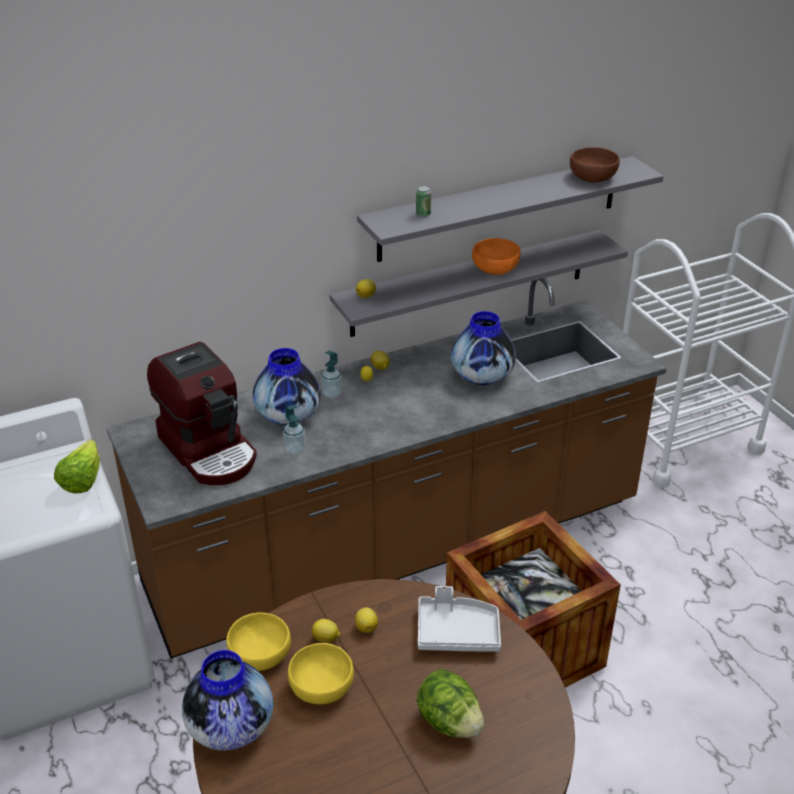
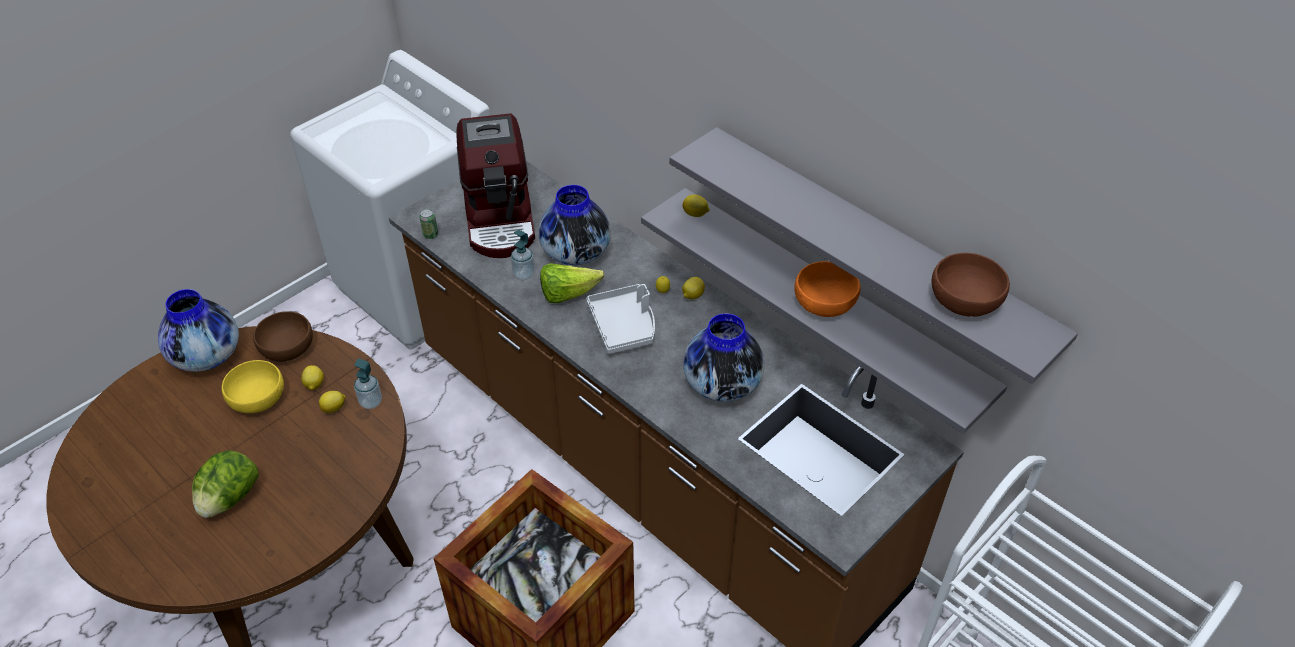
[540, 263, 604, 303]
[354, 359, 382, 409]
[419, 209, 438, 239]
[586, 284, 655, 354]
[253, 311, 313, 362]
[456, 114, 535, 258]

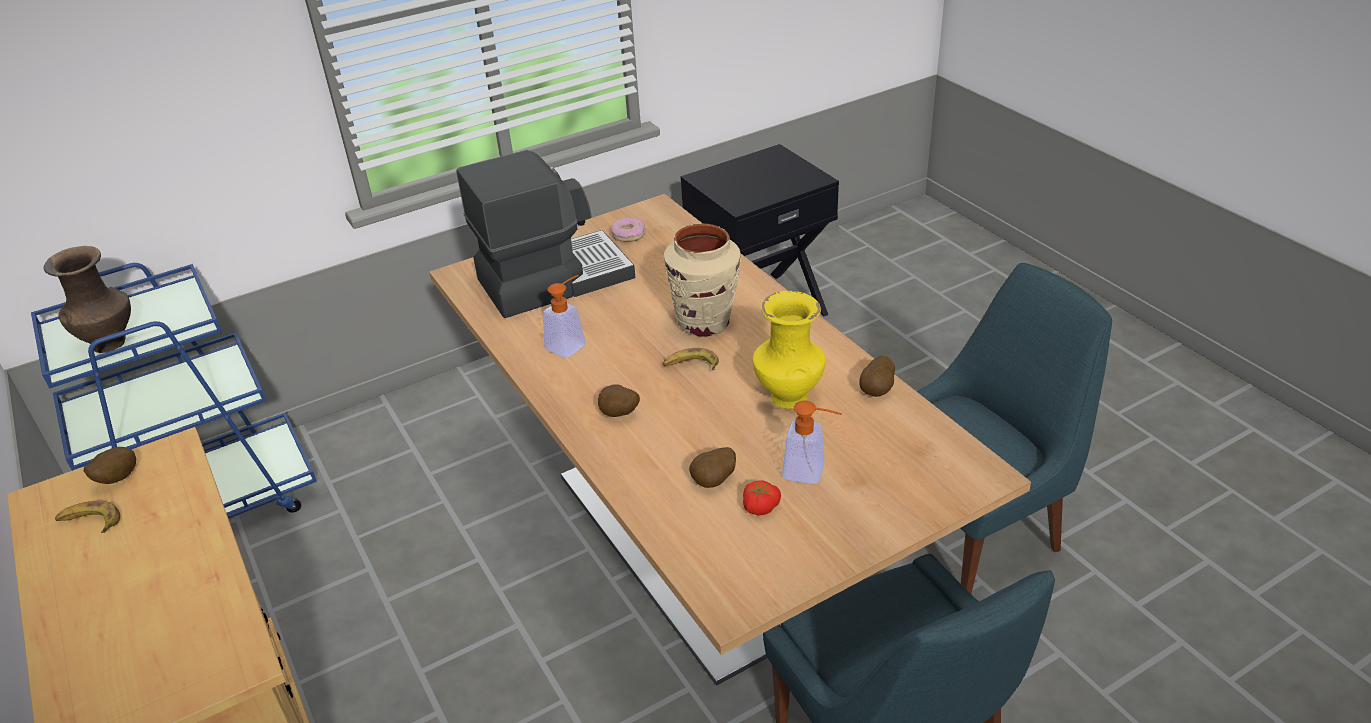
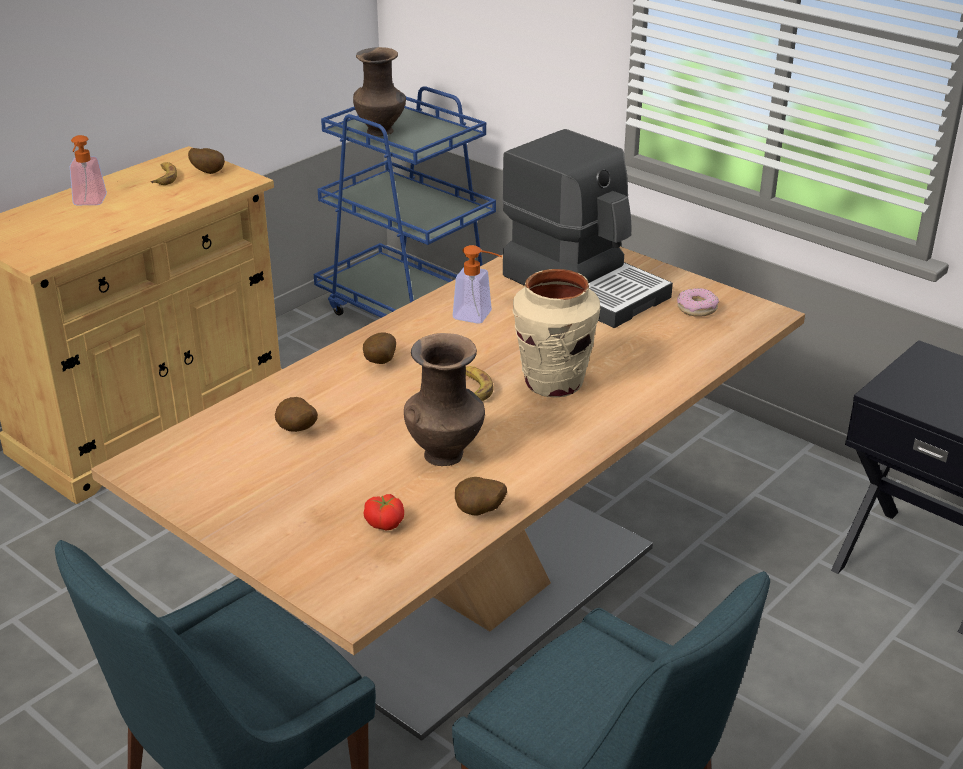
[363, 494, 404, 530]
[70, 135, 107, 205]
[404, 333, 485, 466]

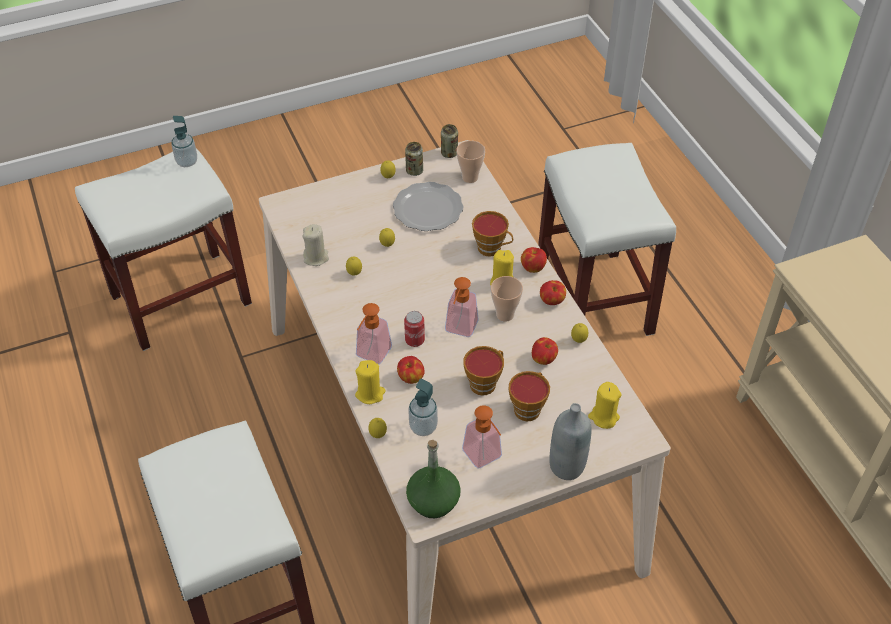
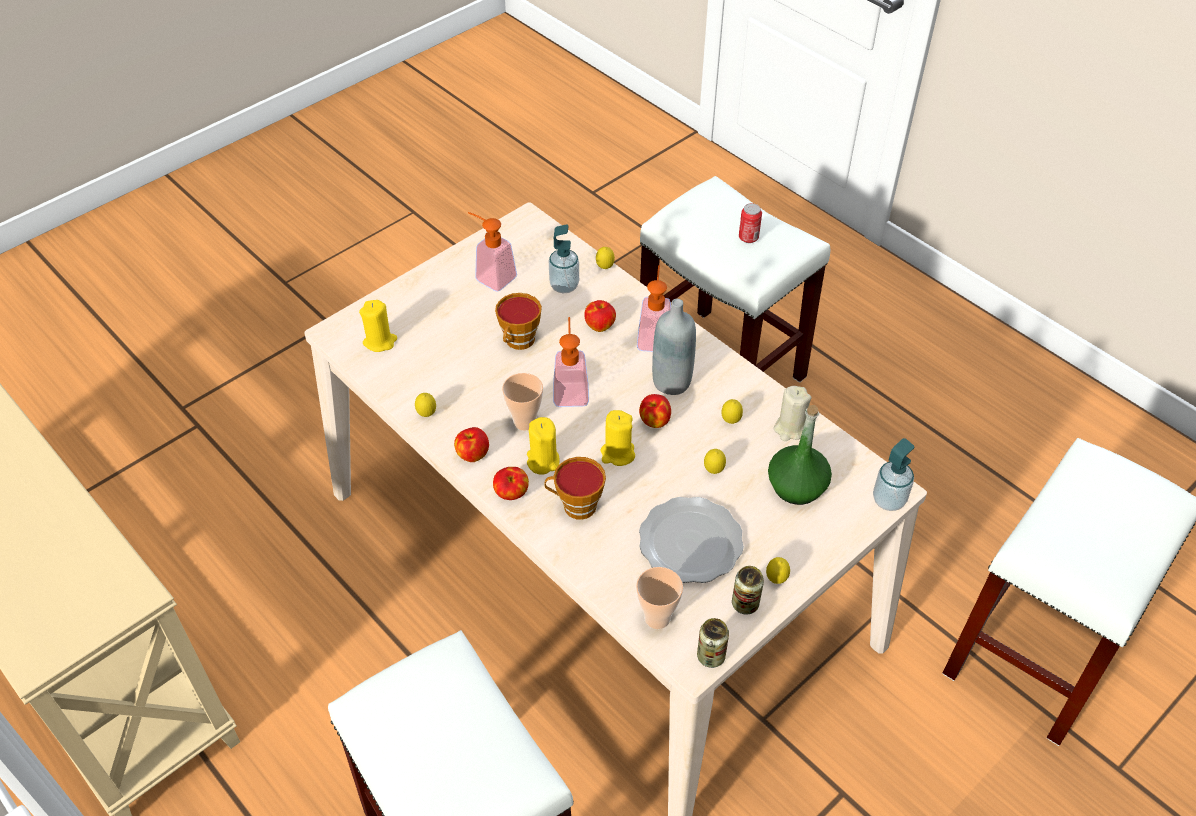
[508, 371, 550, 421] (first image)
[873, 438, 914, 511]
[600, 410, 635, 466]
[739, 203, 762, 243]
[768, 405, 832, 505]
[639, 394, 671, 428]
[652, 299, 696, 395]

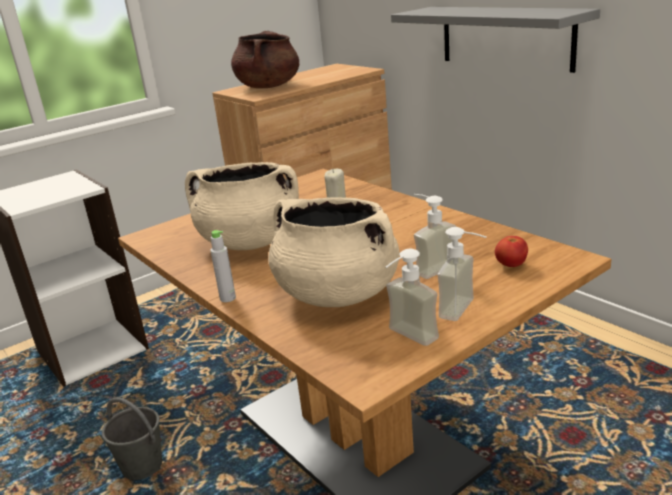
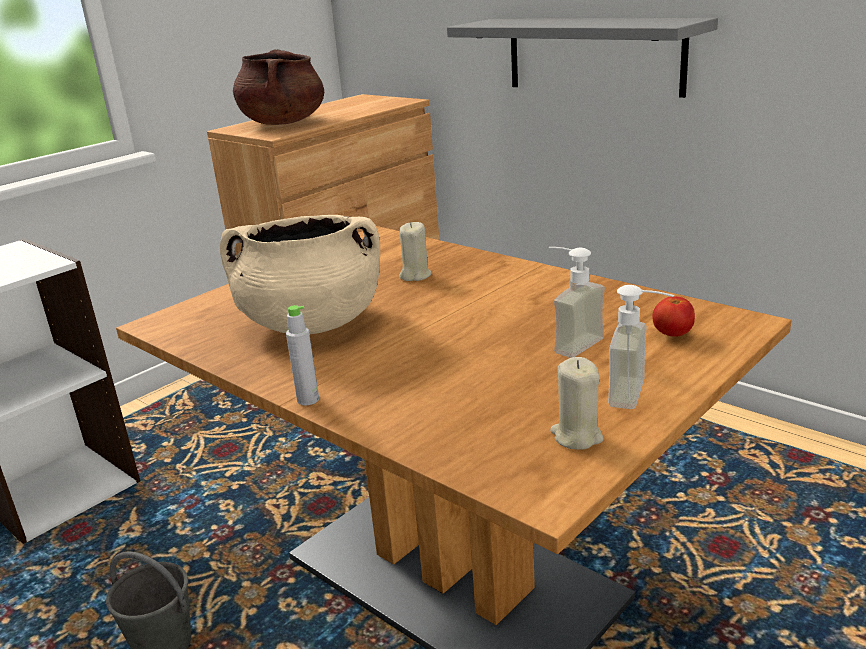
[268, 197, 400, 307] (first image)
[550, 357, 604, 449]

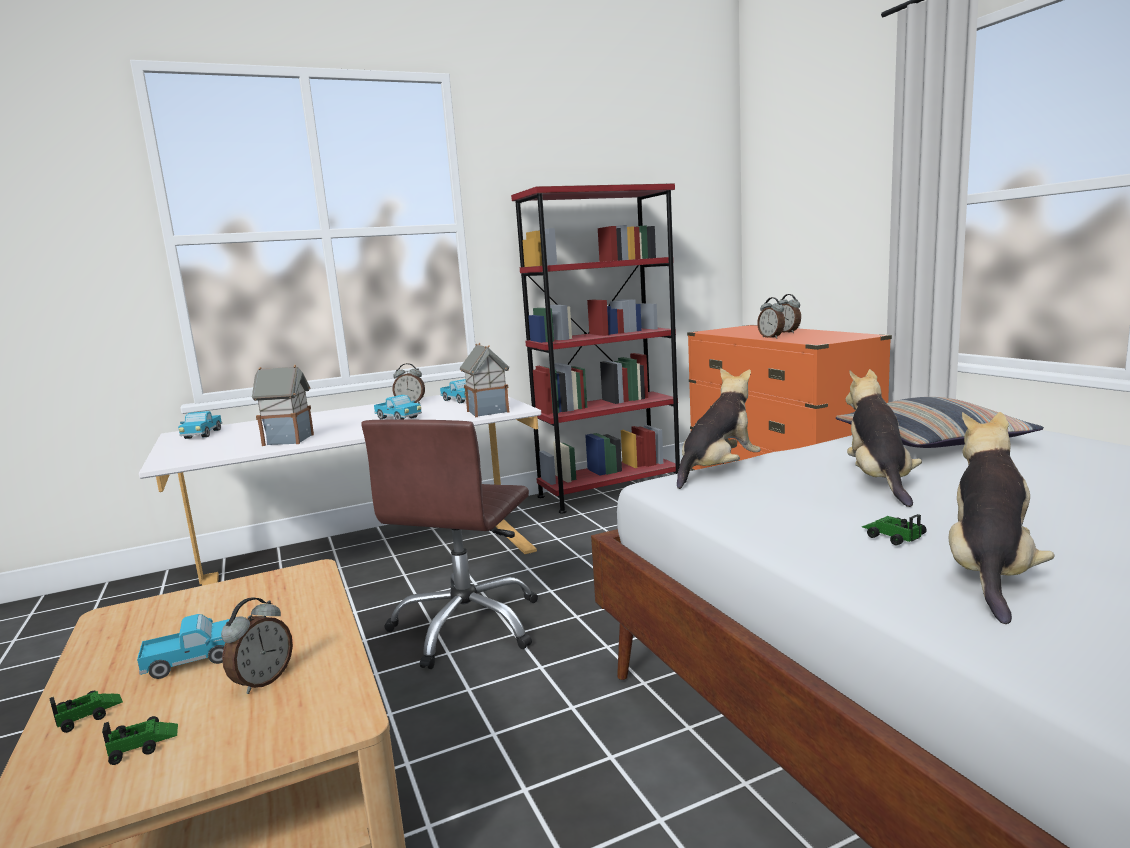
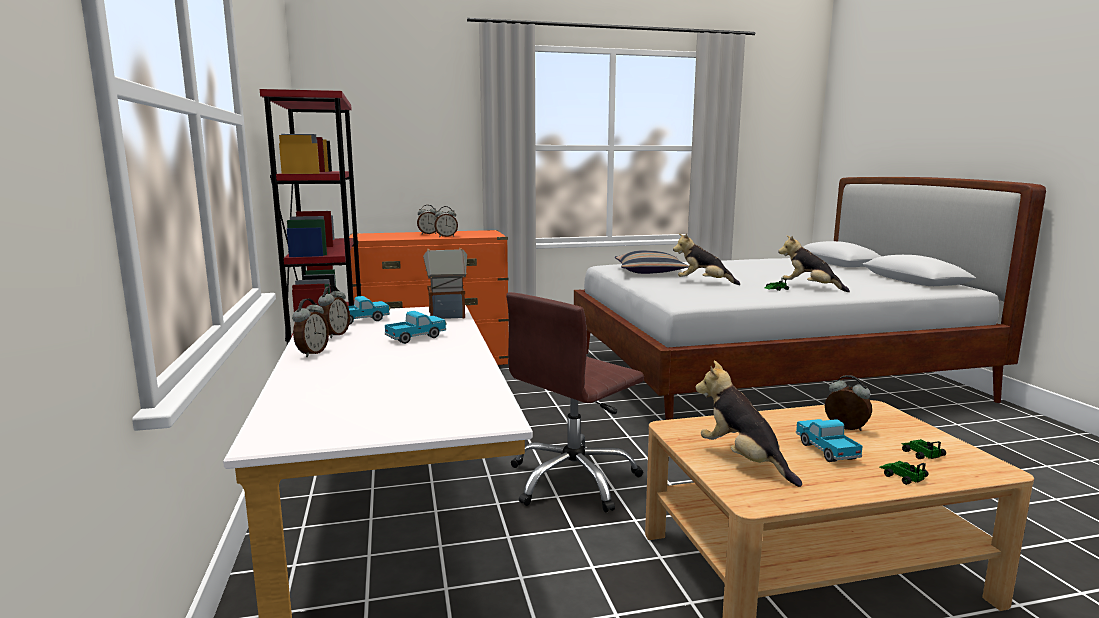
[178, 411, 222, 439] (first image)
[252, 365, 314, 446] (first image)
[292, 299, 329, 357]
[695, 361, 802, 487]
[506, 292, 644, 513]

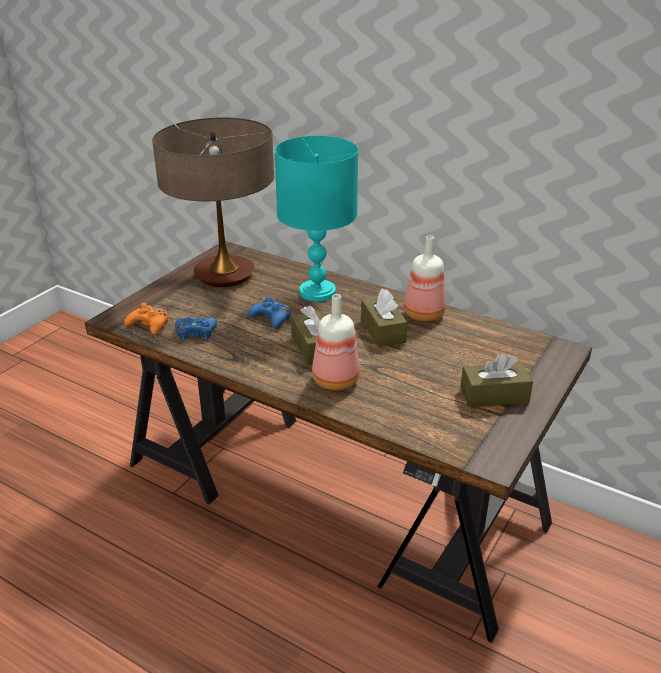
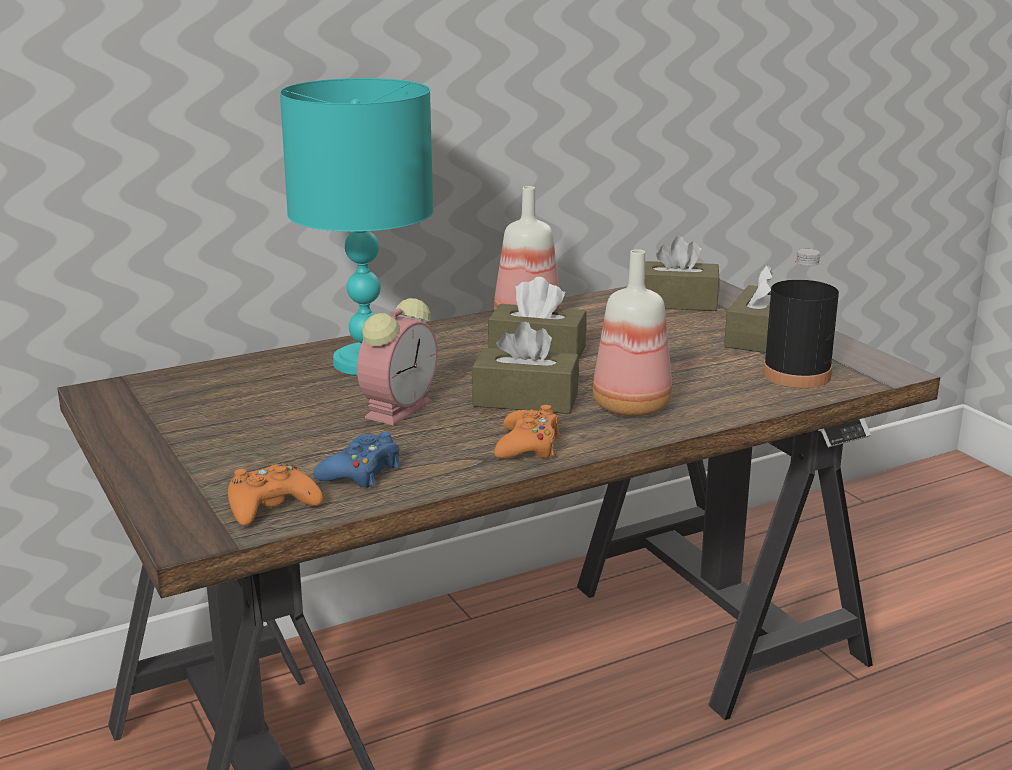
[152, 117, 274, 287] (first image)
[494, 405, 560, 458]
[645, 236, 719, 311]
[763, 249, 839, 388]
[357, 298, 438, 426]

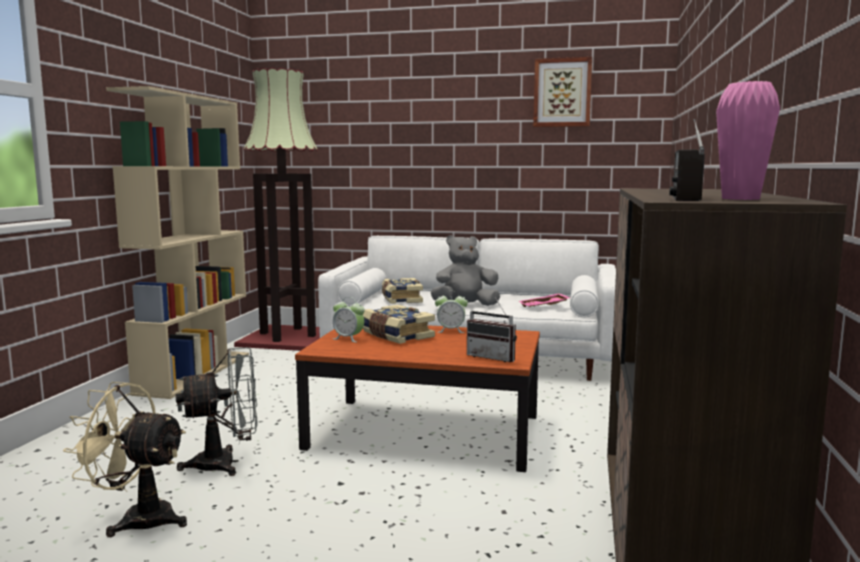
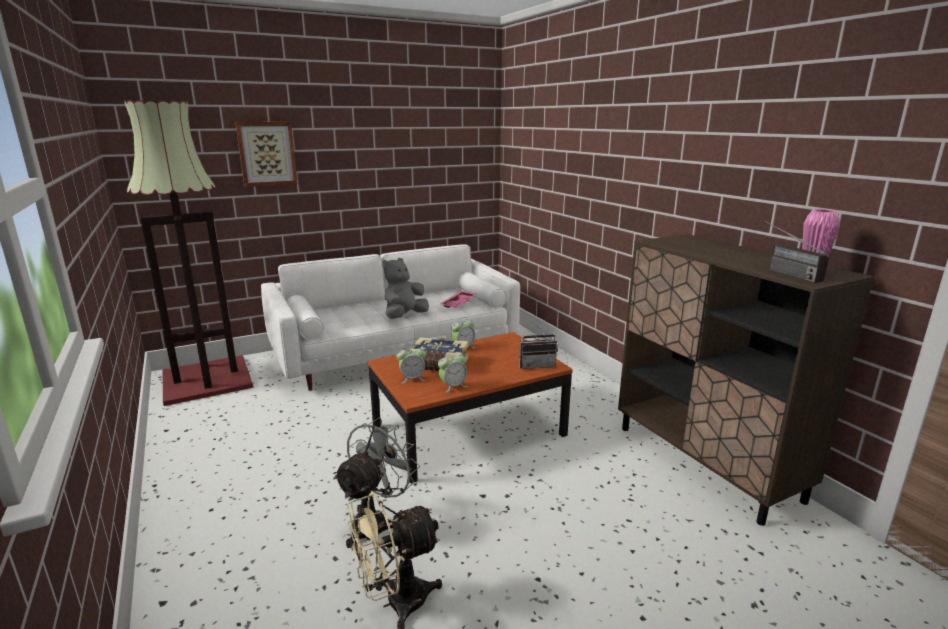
[106, 86, 249, 399] (first image)
[382, 278, 423, 304] (first image)
[438, 351, 468, 393]
[235, 122, 298, 187]

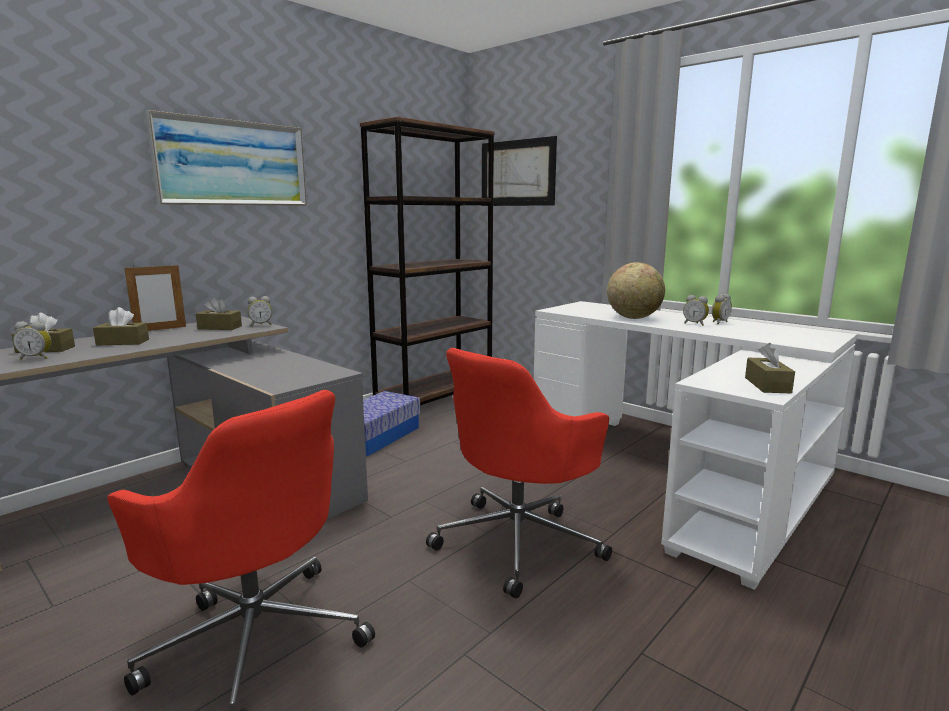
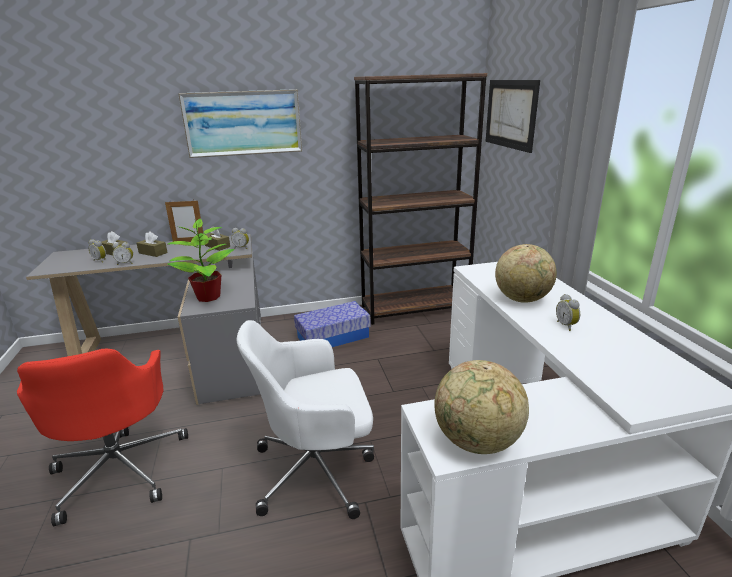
[168, 219, 234, 302]
[112, 242, 133, 265]
[434, 360, 529, 454]
[236, 320, 374, 519]

